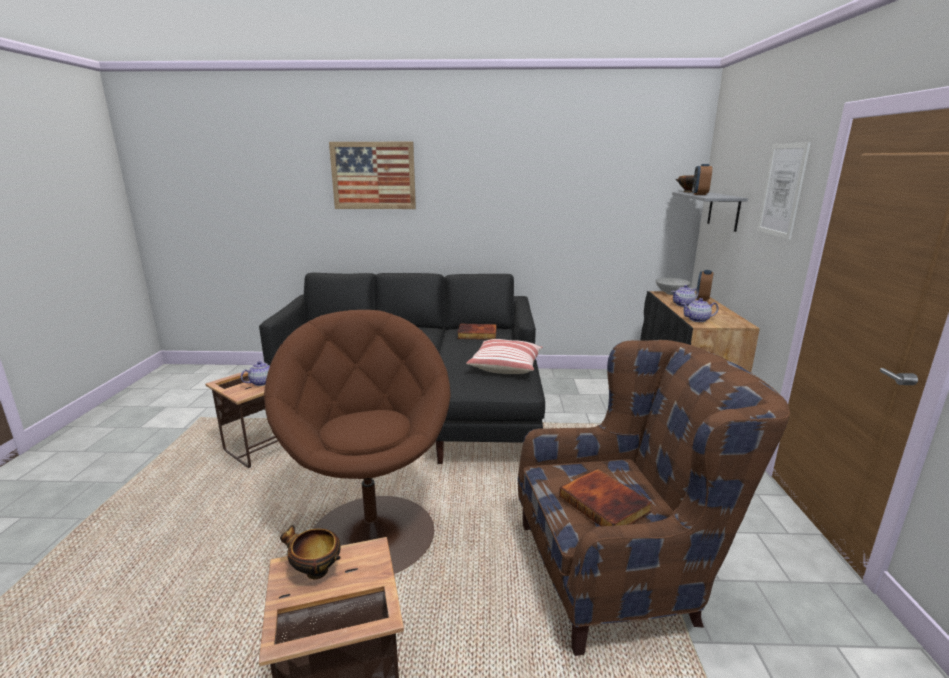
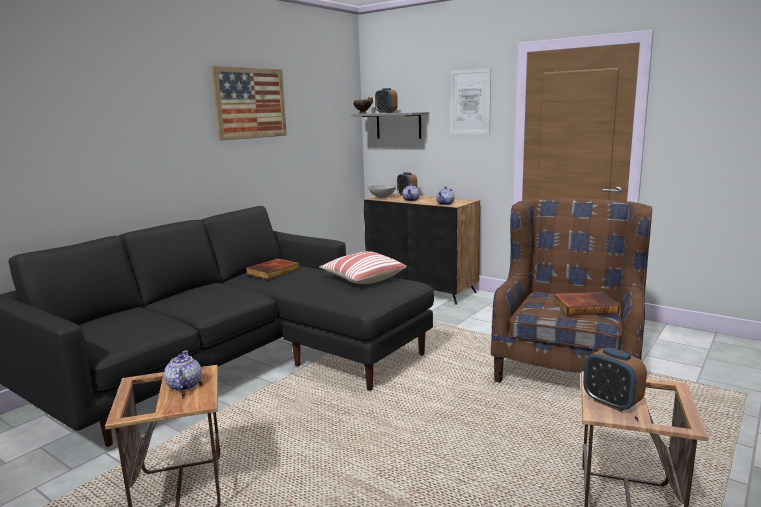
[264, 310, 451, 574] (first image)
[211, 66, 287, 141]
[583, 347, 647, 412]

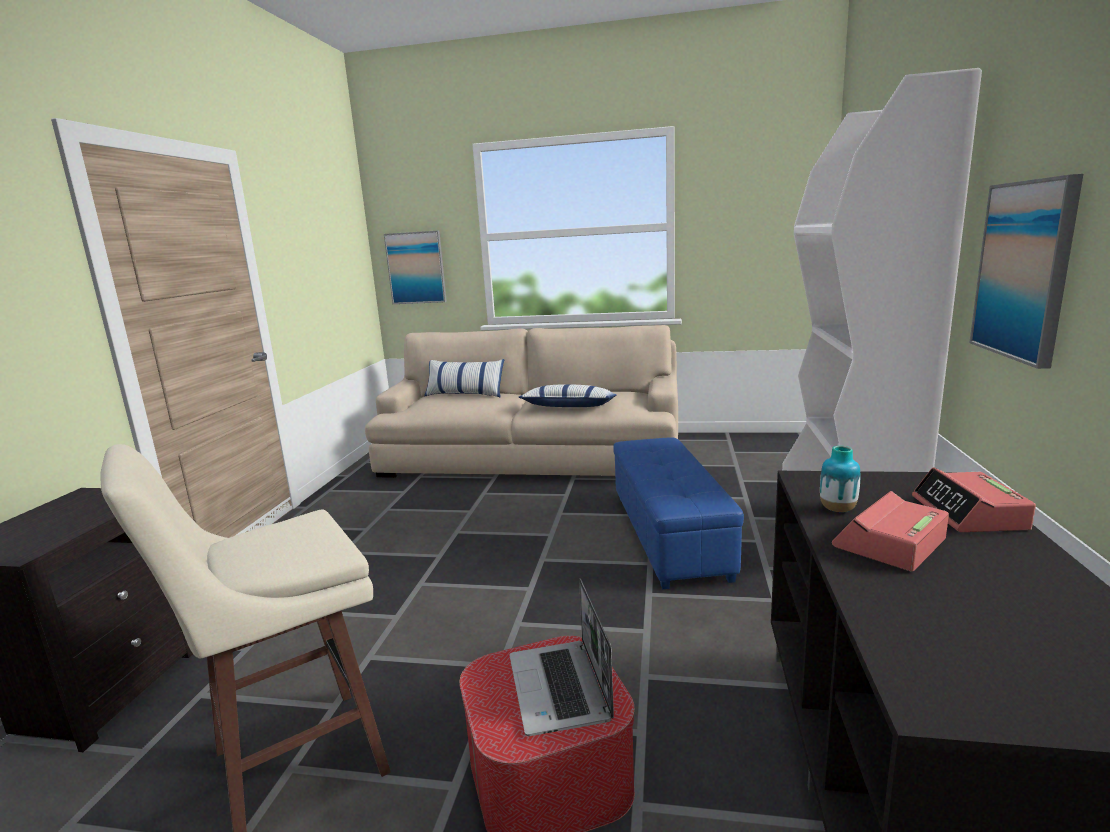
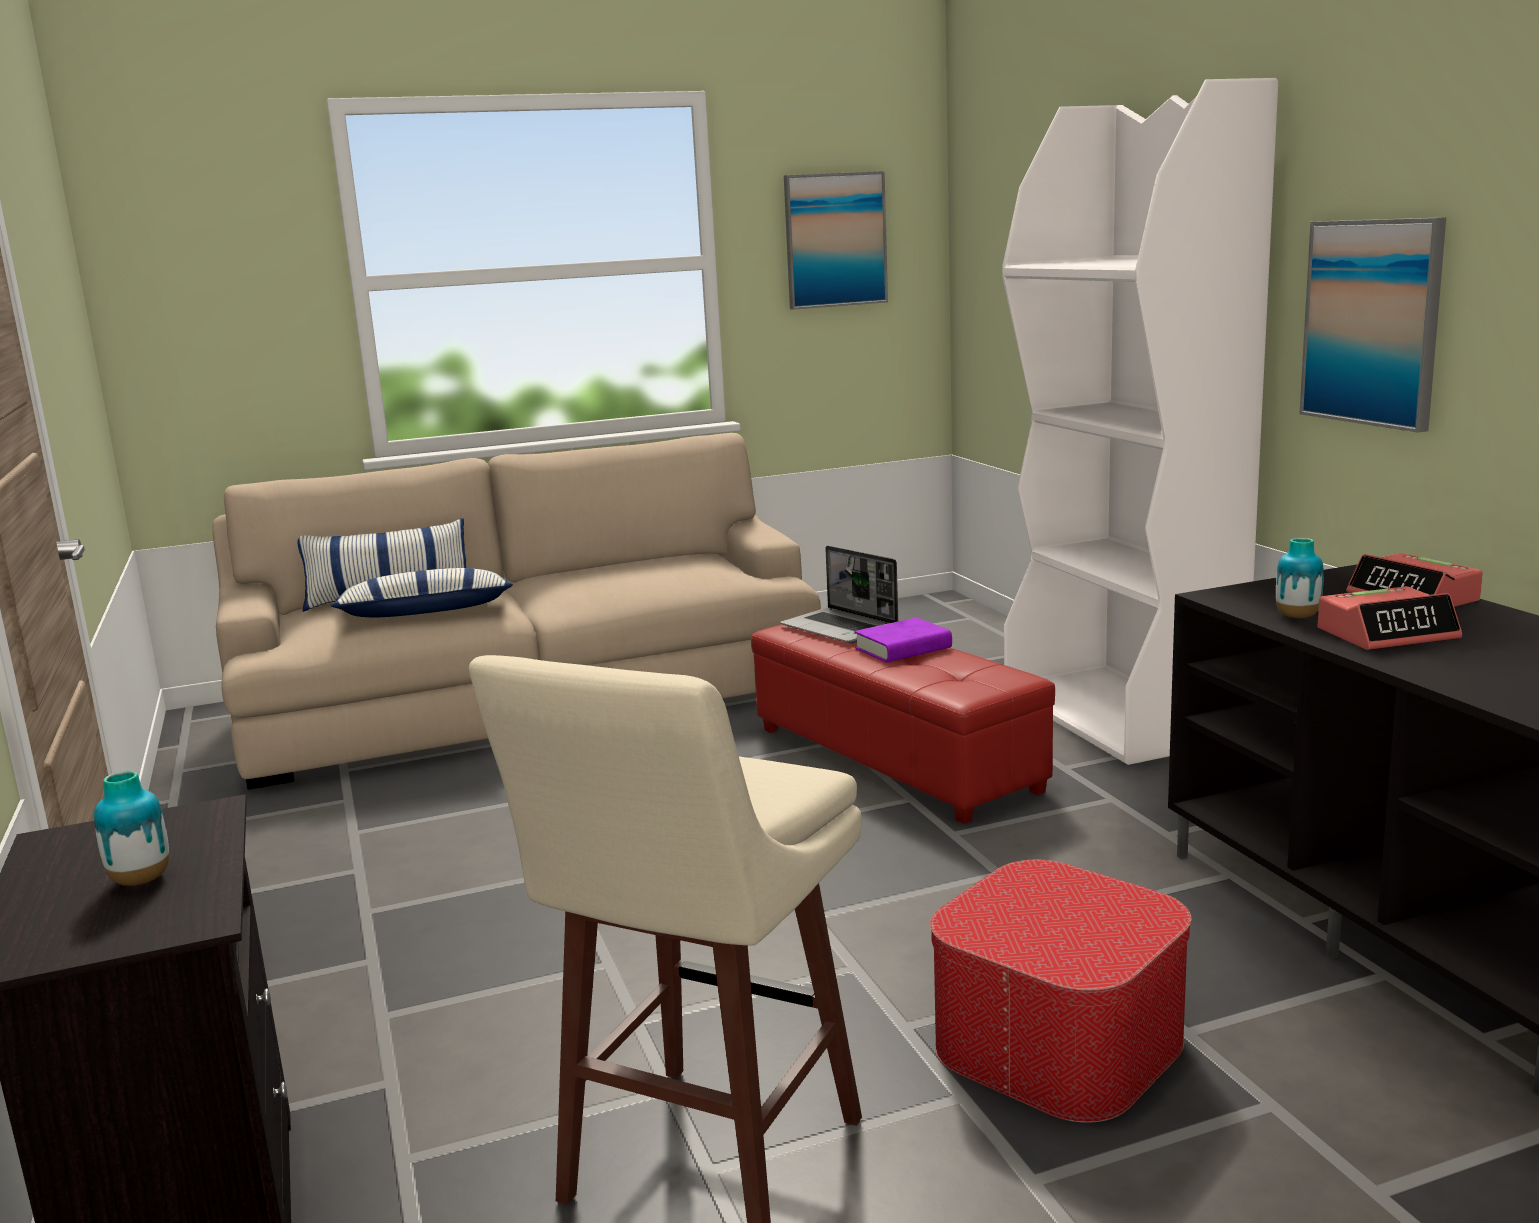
[94, 771, 169, 886]
[854, 617, 952, 662]
[784, 171, 888, 310]
[780, 546, 898, 643]
[331, 568, 513, 617]
[751, 624, 1055, 824]
[1317, 586, 1462, 650]

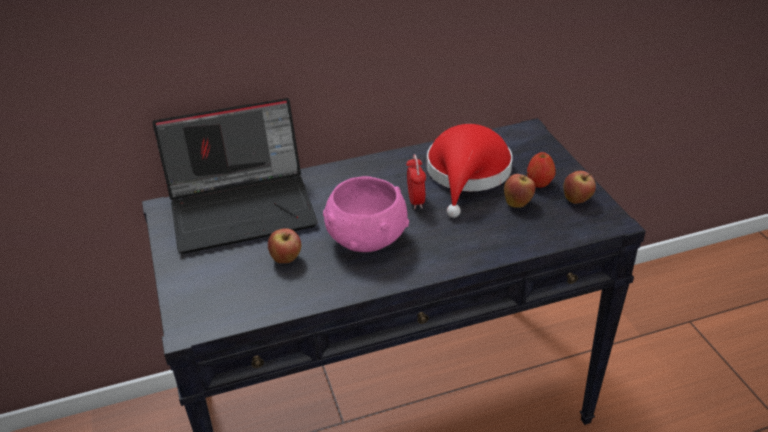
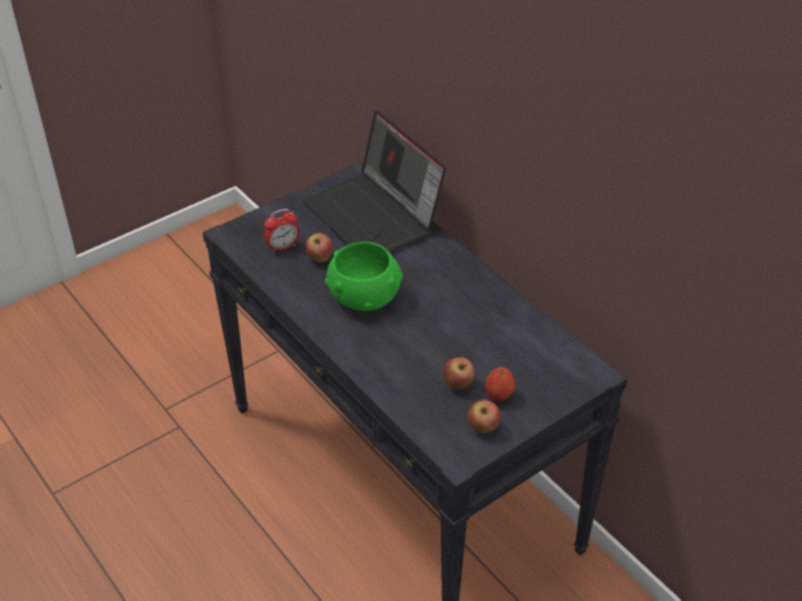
[427, 124, 513, 218] (first image)
[264, 209, 300, 253]
[325, 242, 403, 311]

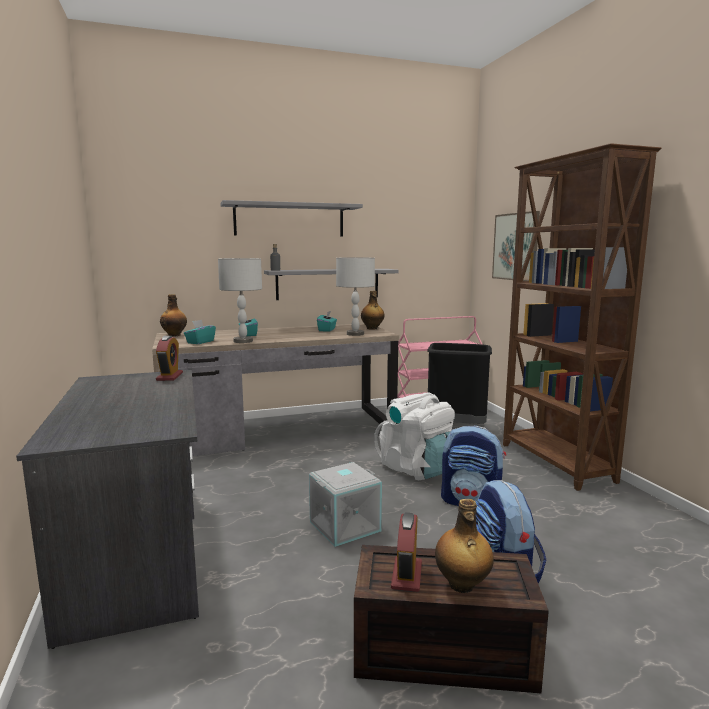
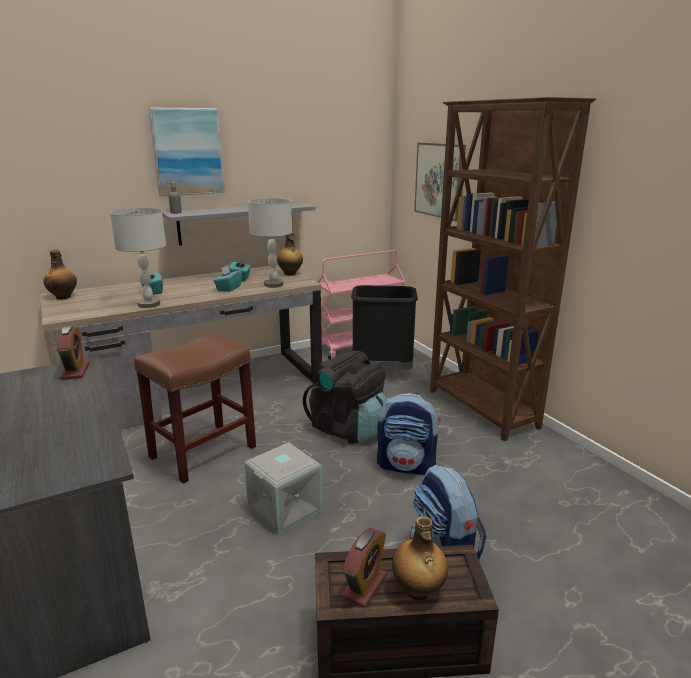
[134, 333, 256, 484]
[213, 265, 242, 292]
[148, 107, 225, 196]
[303, 351, 386, 444]
[341, 528, 387, 608]

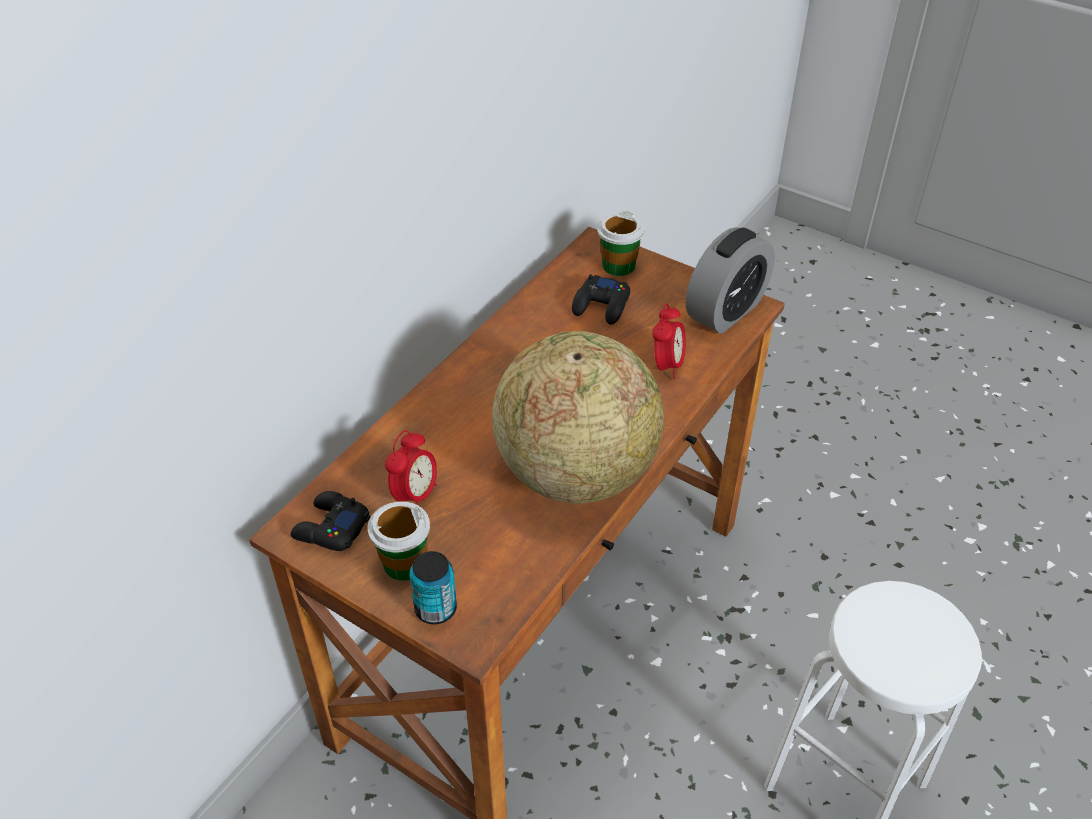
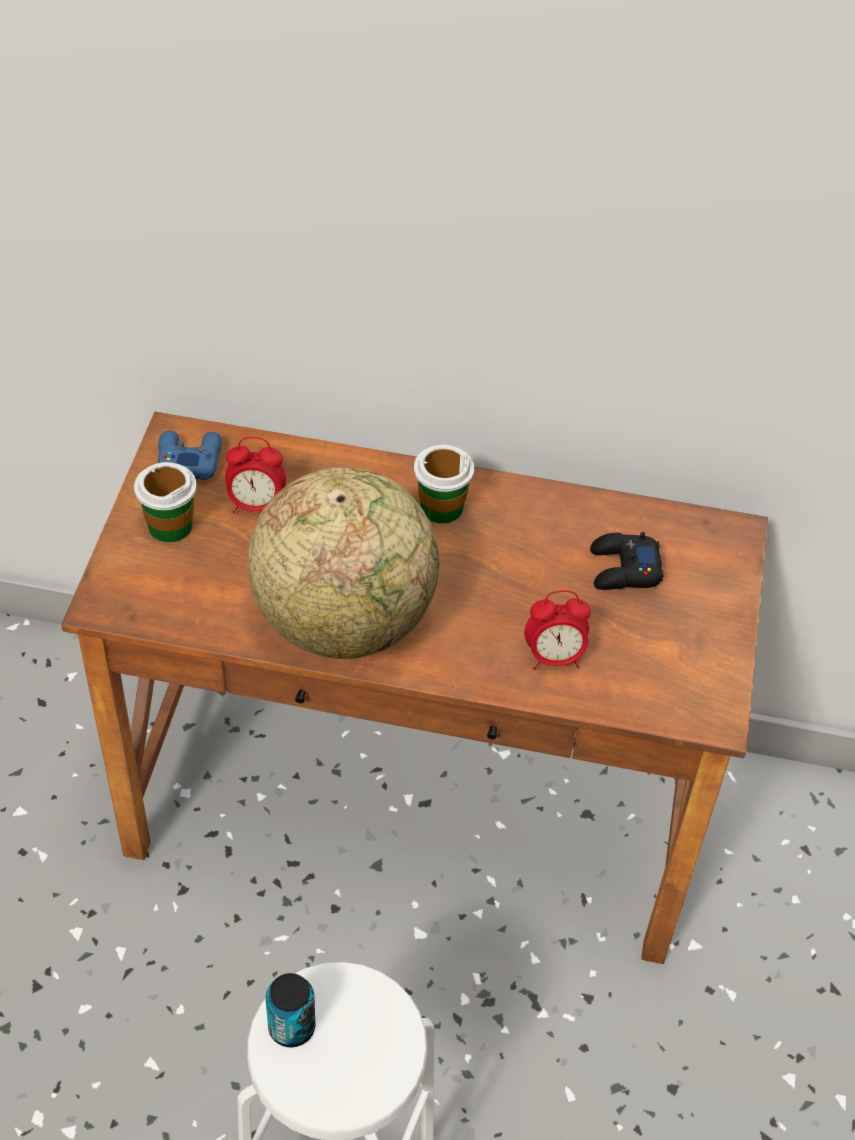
[686, 227, 775, 334] (first image)
[266, 973, 315, 1047]
[414, 445, 474, 524]
[158, 431, 222, 480]

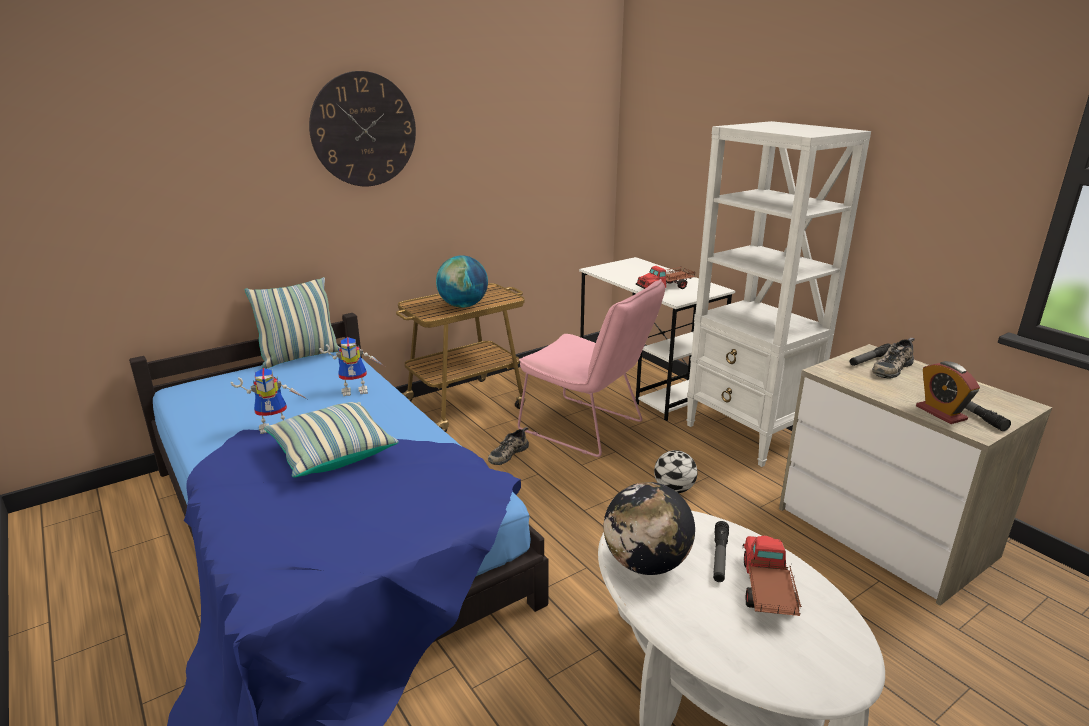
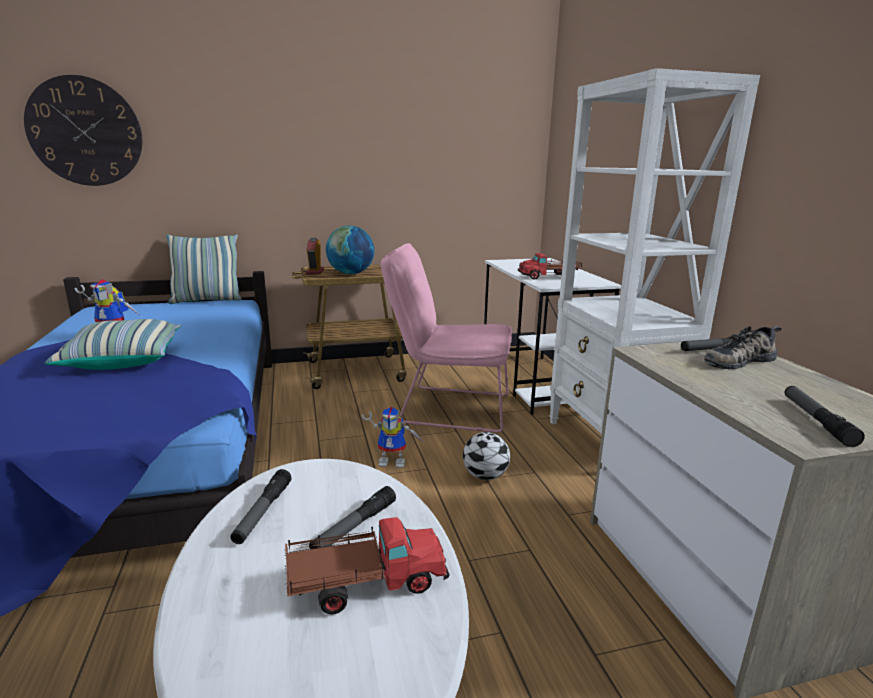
[488, 427, 529, 465] (first image)
[24, 75, 142, 186]
[362, 407, 423, 468]
[306, 238, 324, 274]
[231, 469, 292, 544]
[381, 243, 512, 433]
[284, 517, 450, 615]

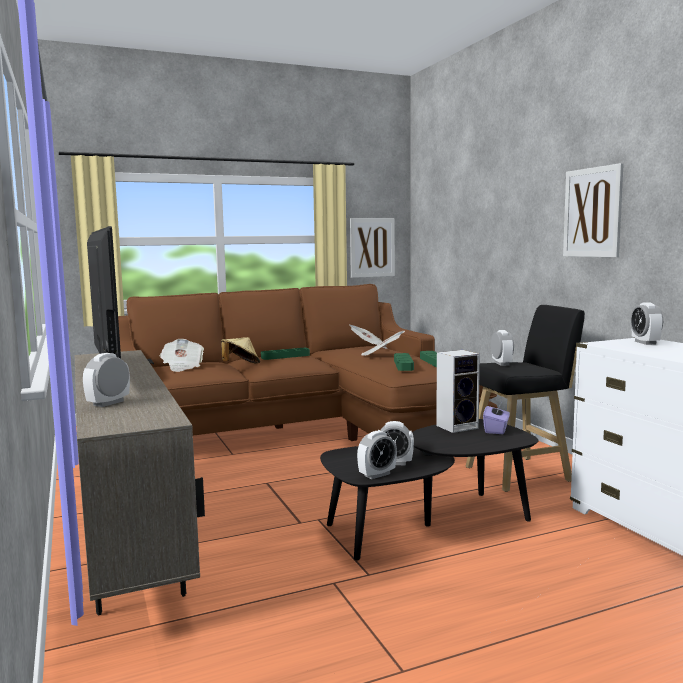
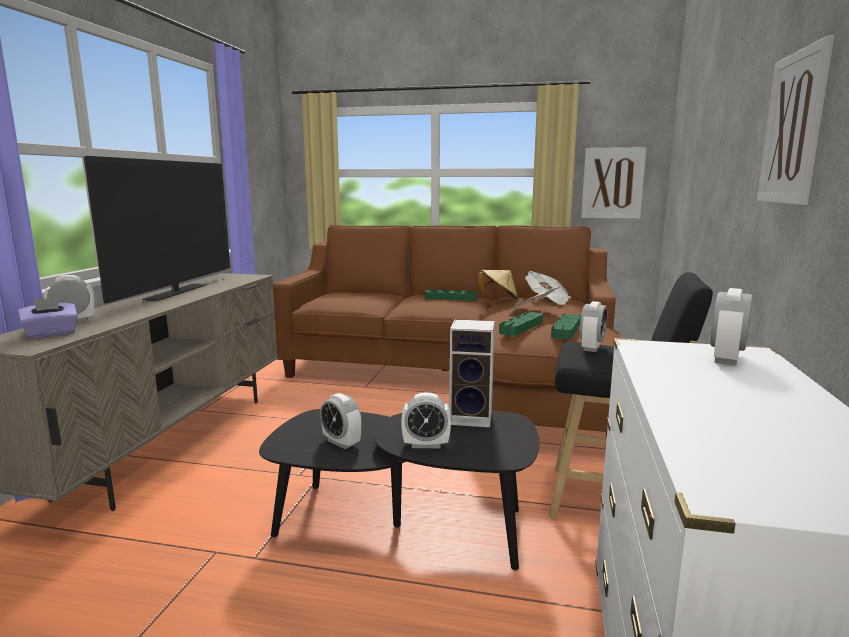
[160, 339, 204, 372] (first image)
[477, 270, 518, 299]
[401, 392, 451, 448]
[18, 297, 78, 338]

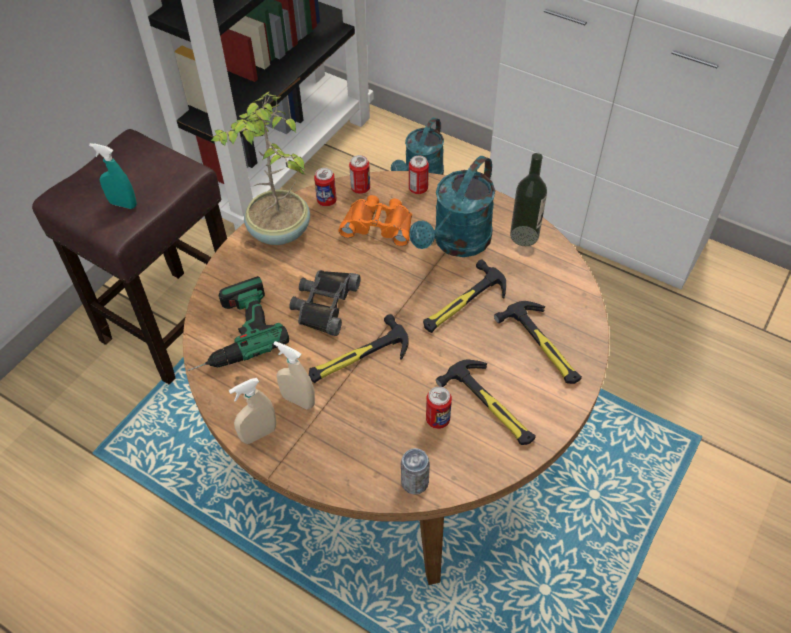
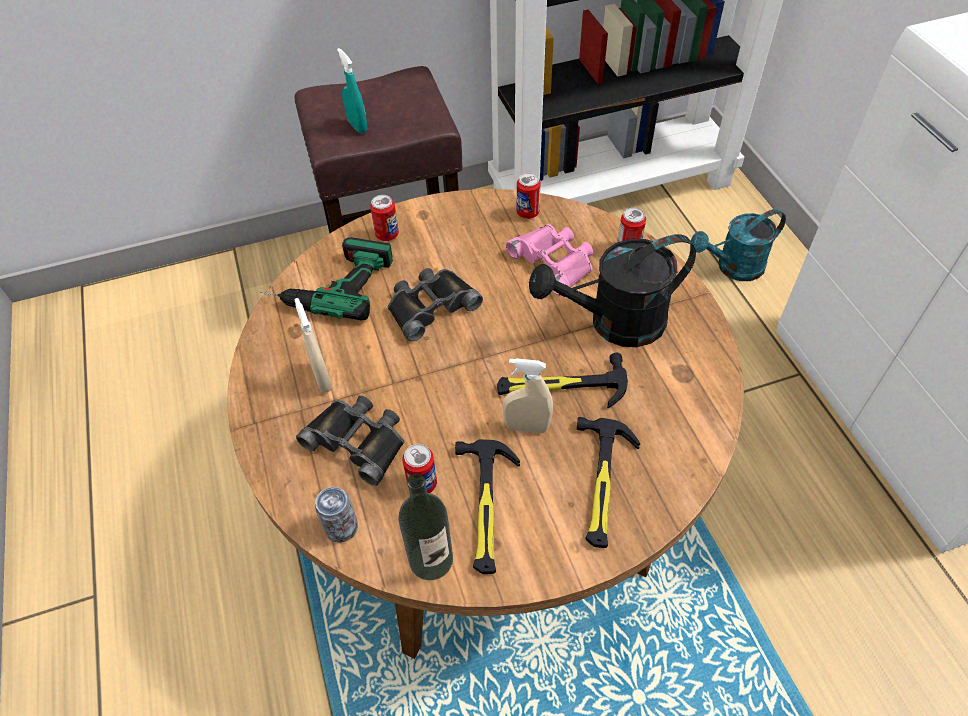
[211, 91, 310, 245] (first image)
[309, 314, 408, 383] (first image)
[296, 396, 405, 486]
[503, 358, 553, 433]
[370, 195, 399, 241]
[398, 474, 453, 580]
[506, 224, 593, 296]
[529, 234, 696, 347]

